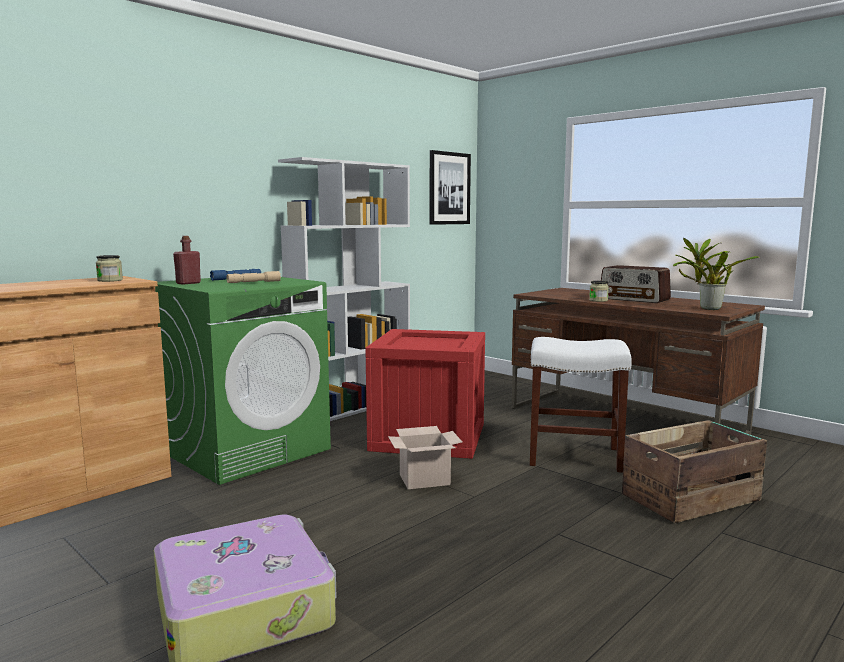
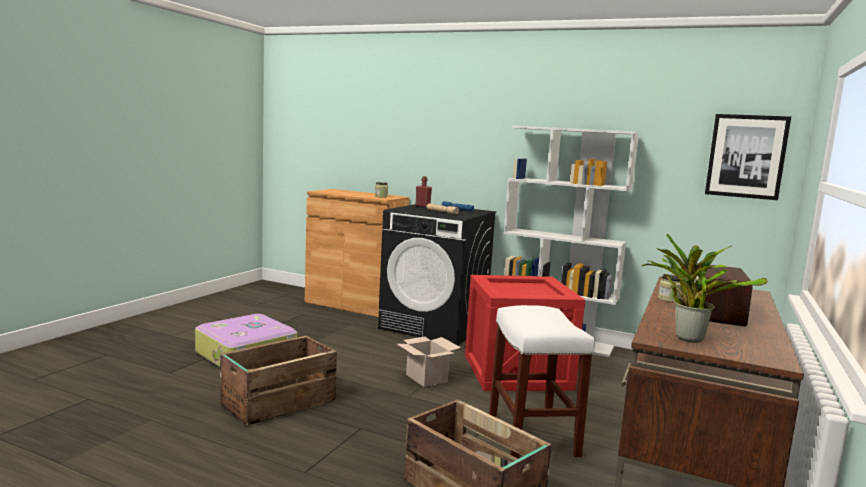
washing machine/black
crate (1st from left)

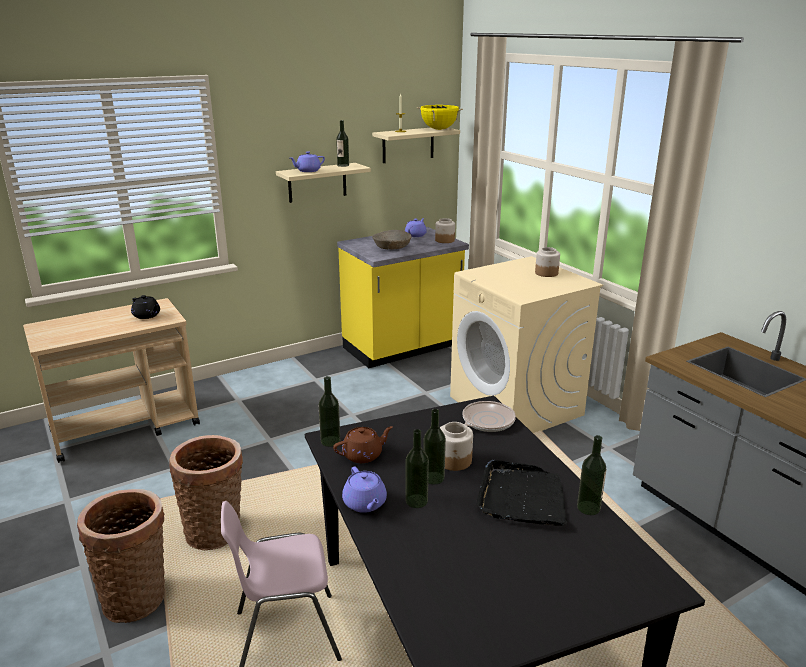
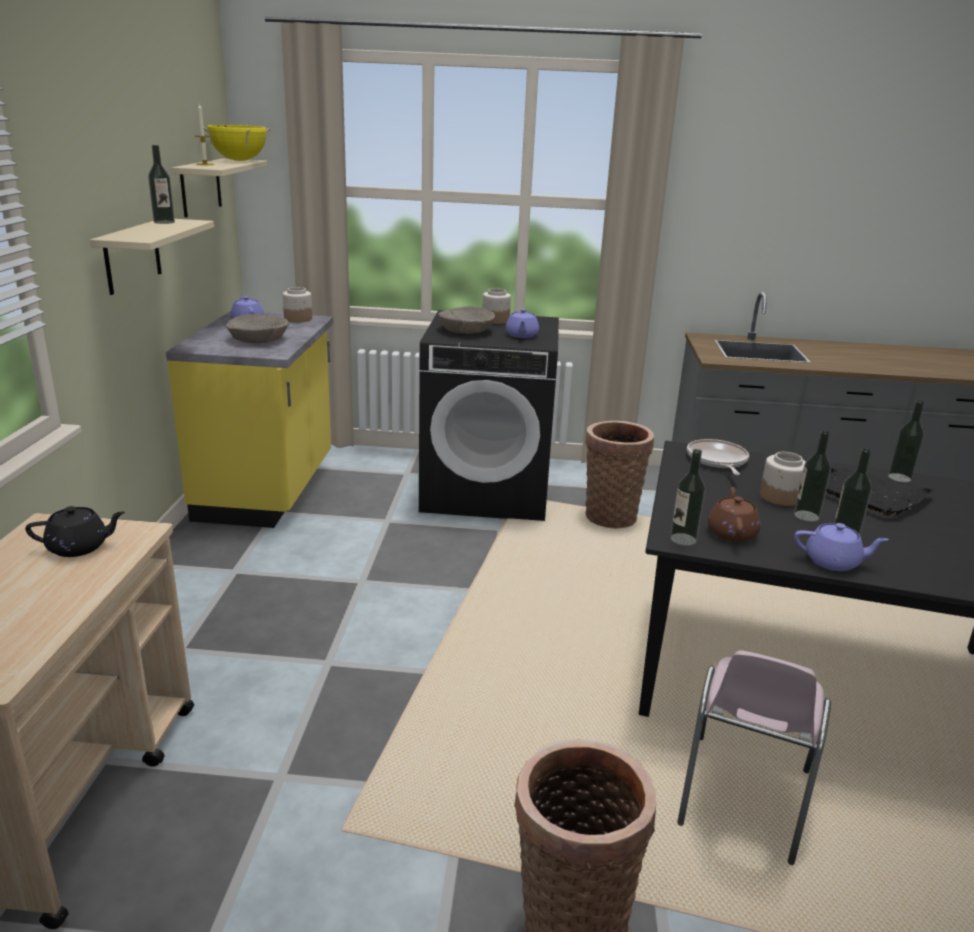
basket (2nd from left)
teapot/purple (2nd from left)
washing machine/black
bowl/beige (2nd from left)

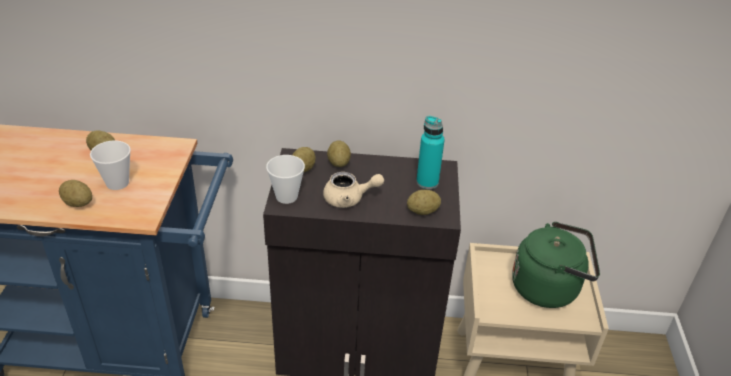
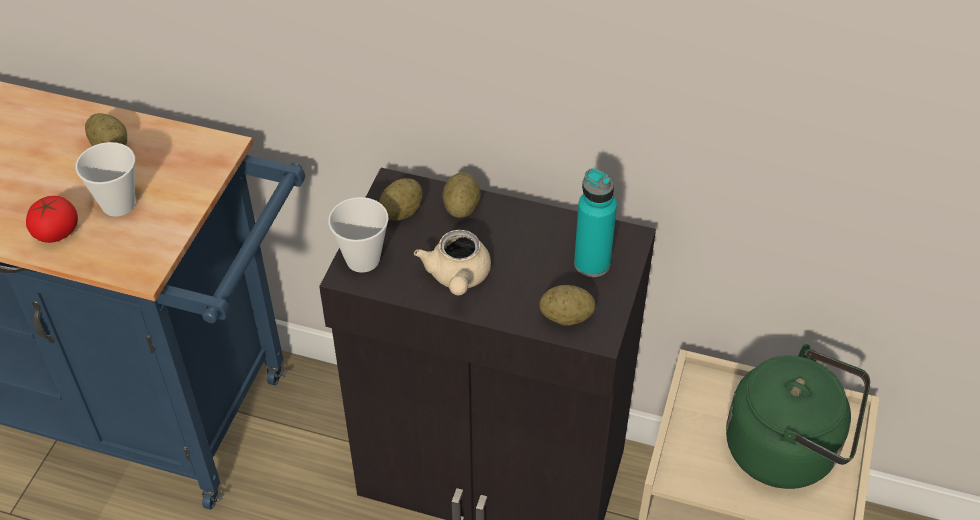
tomato
teapot/beige

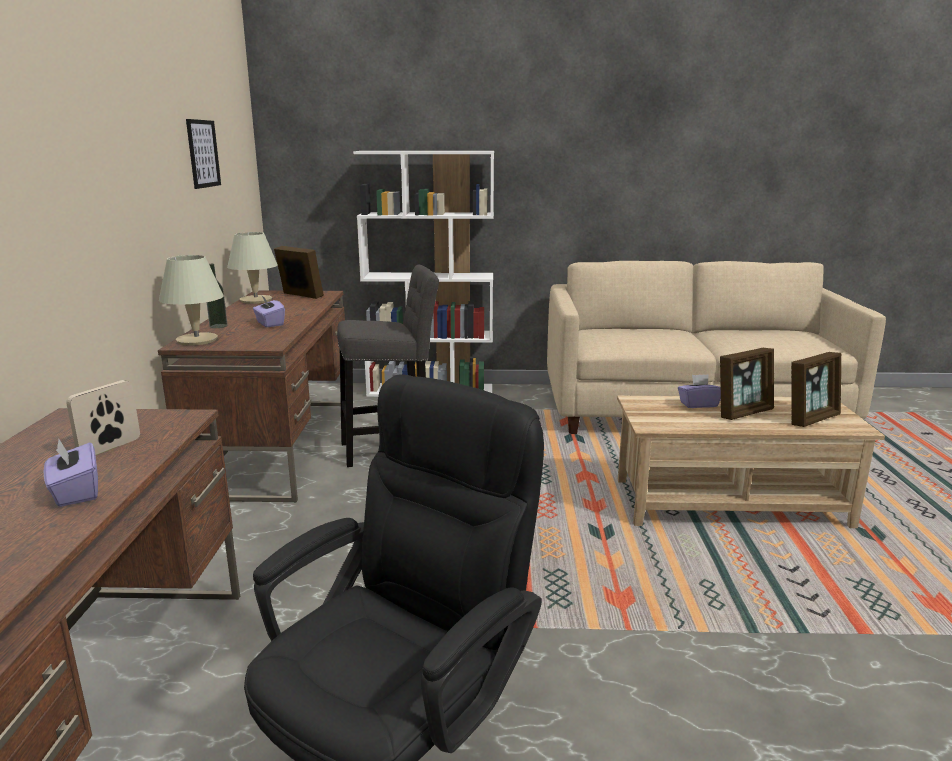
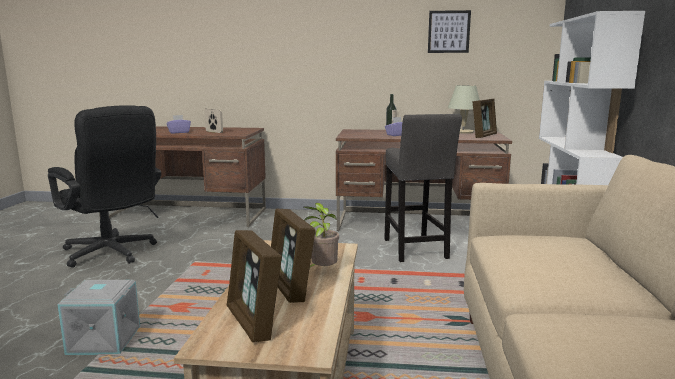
table lamp/beige (1st from left in the first image)
potted plant
storage box/grey

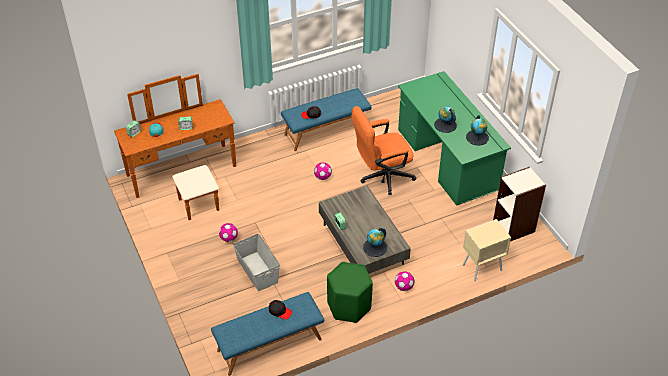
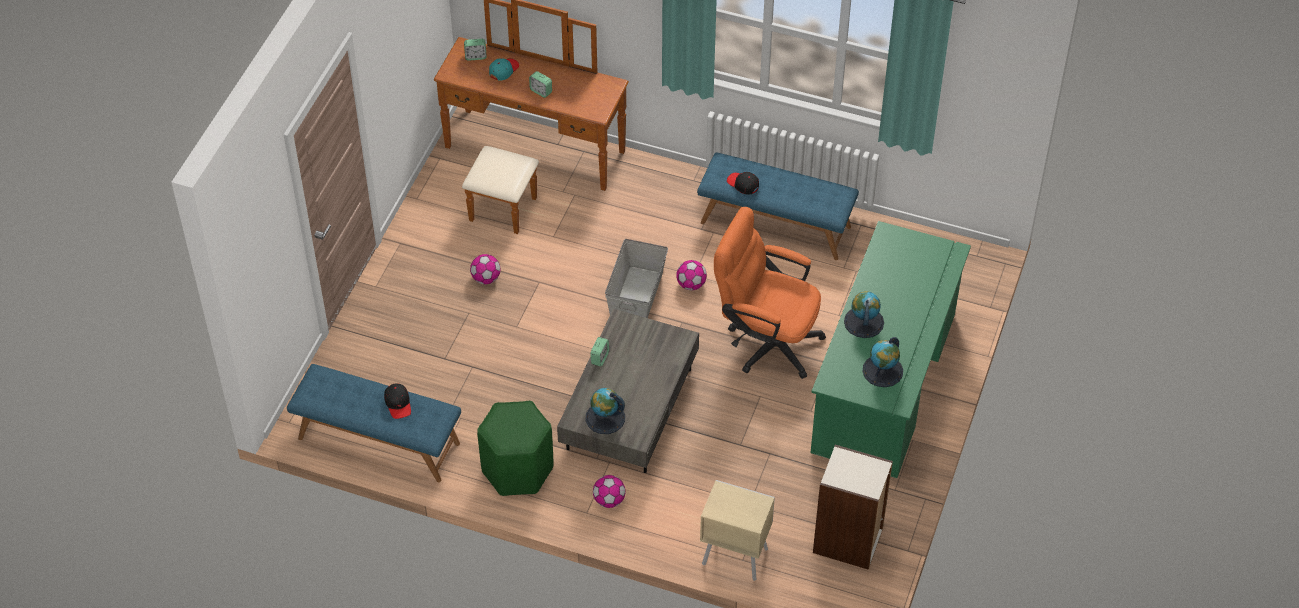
storage box/grey

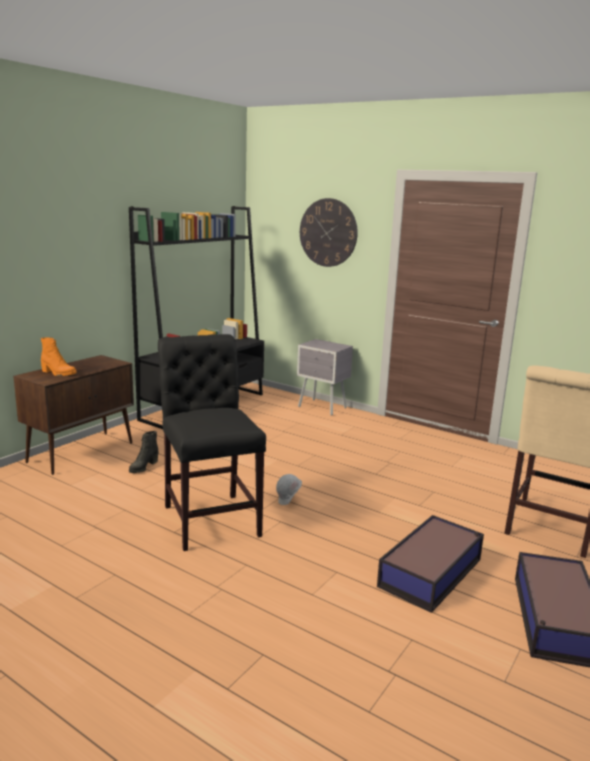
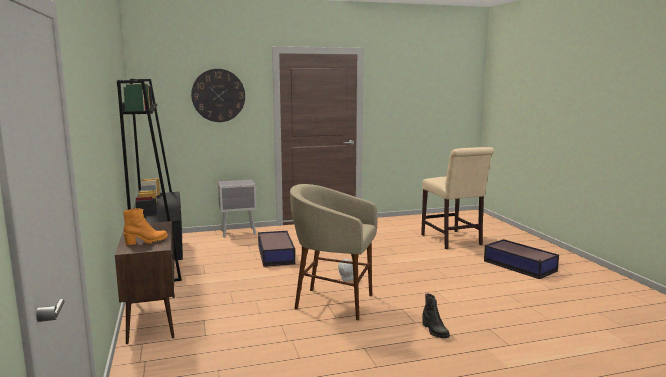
boot/black
stool/beige
storage box (1st from left)

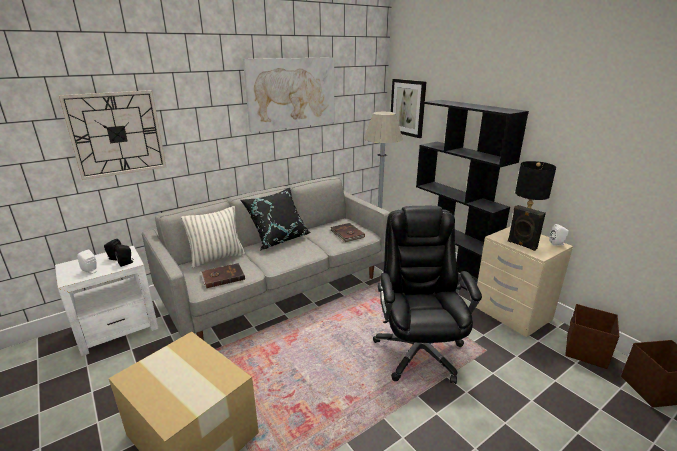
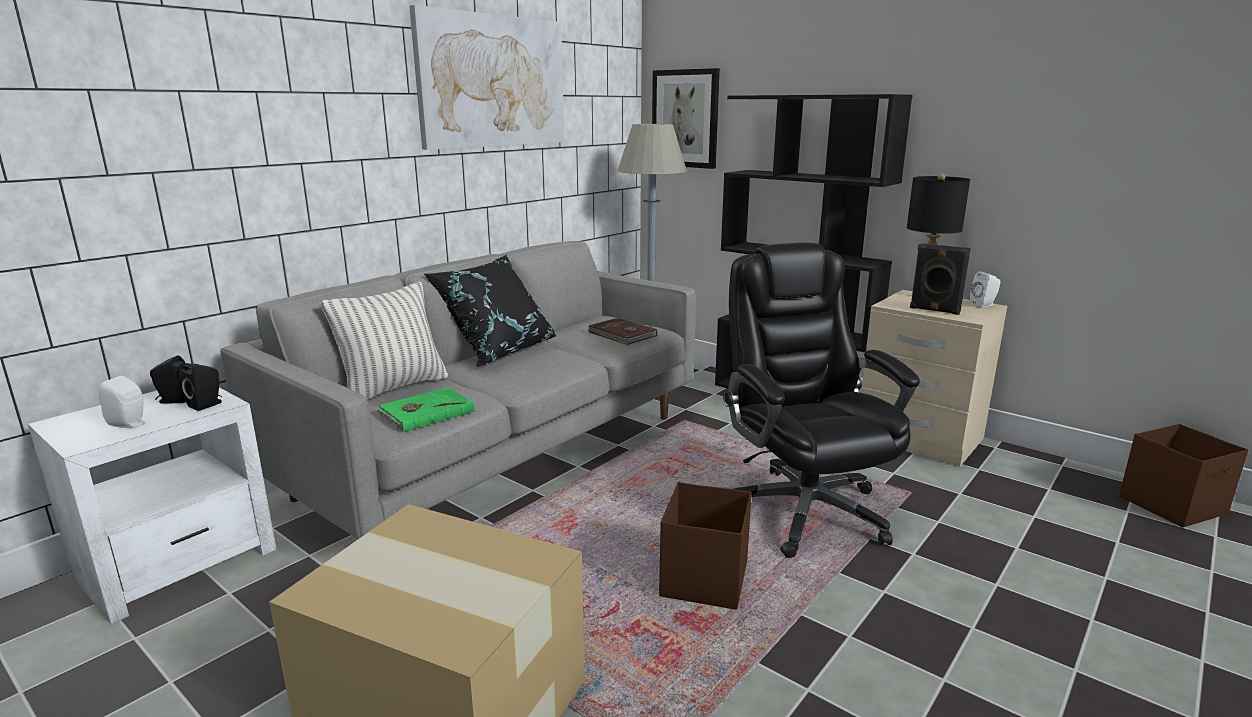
wall clock
book/green
storage box/brown (1st from left)

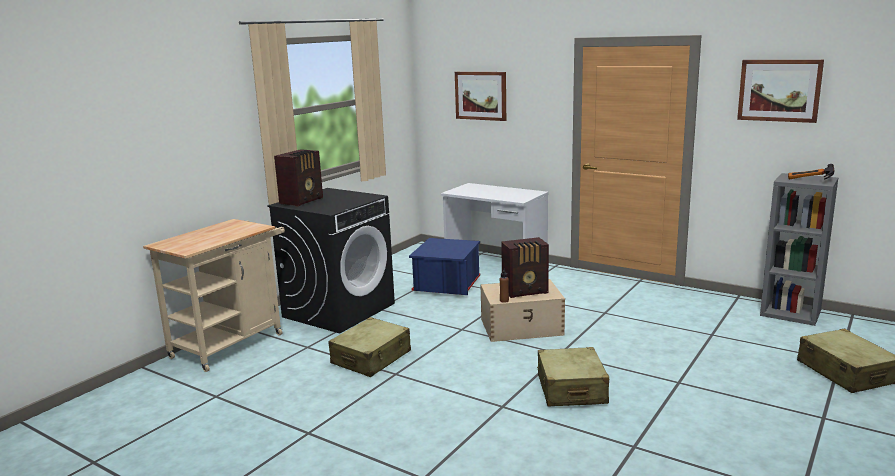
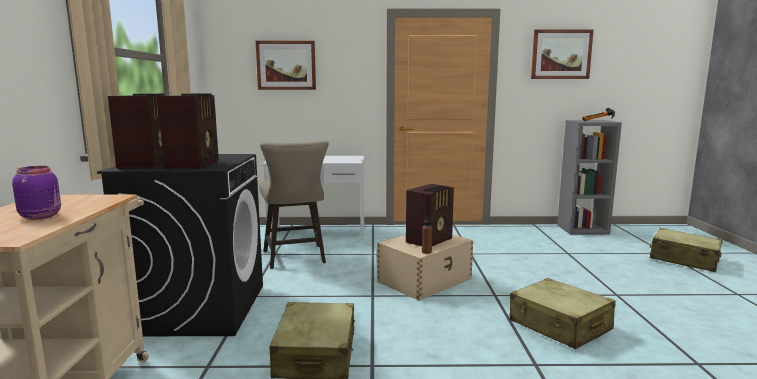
stool/beige
jar/purple
radio (2nd from left)

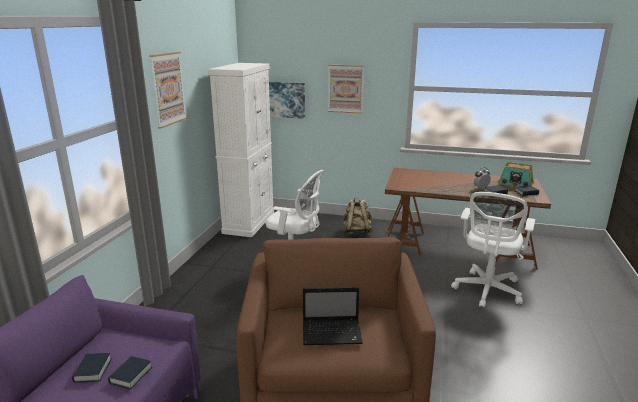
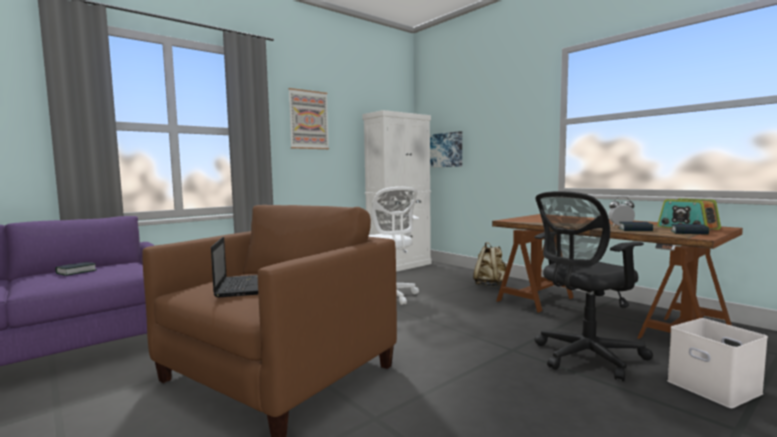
book (2nd from left in the first image)
laptop
picture (3rd from left in the first image)
office chair/black
storage box/white

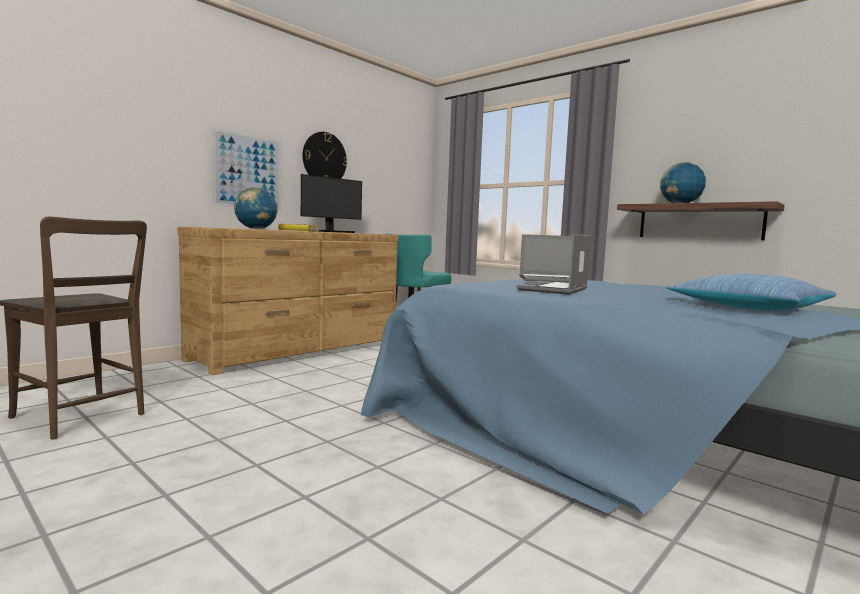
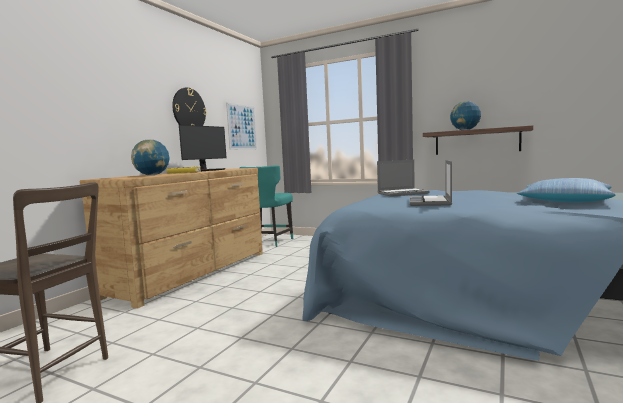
picture

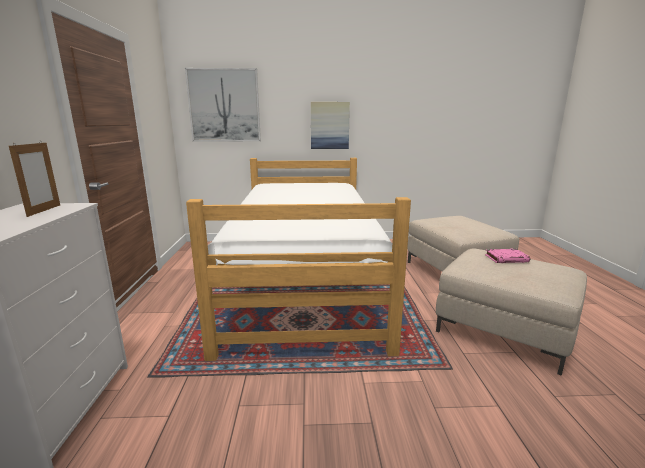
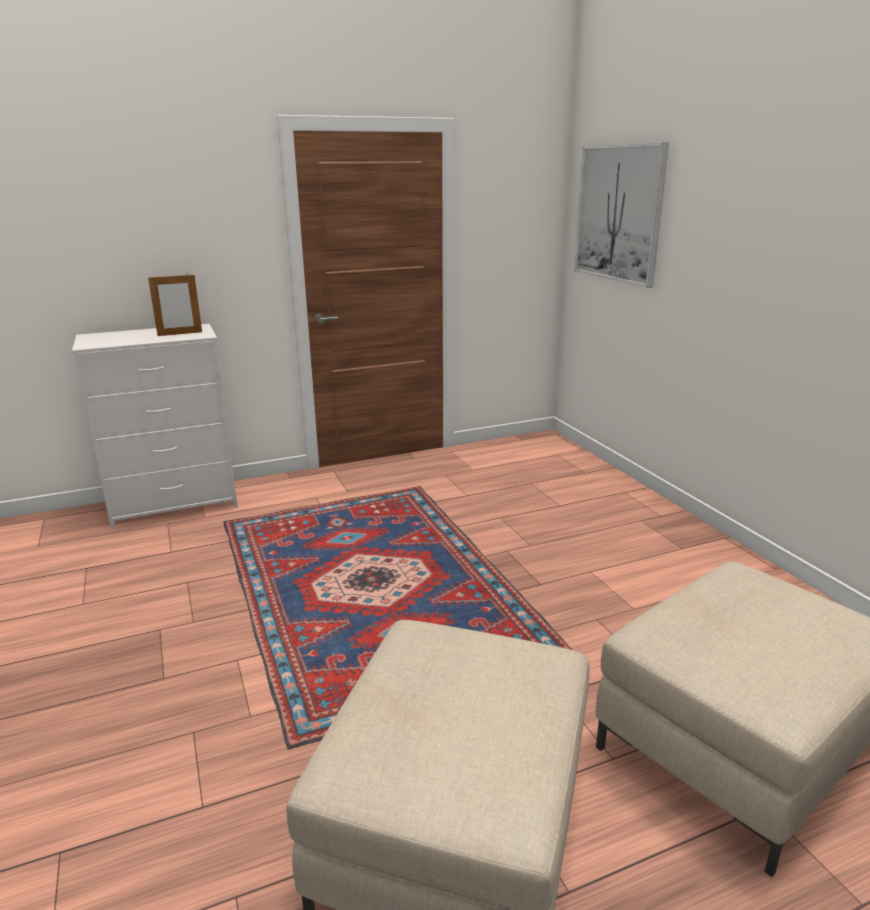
bed
picture (2nd from left in the first image)
book/pink

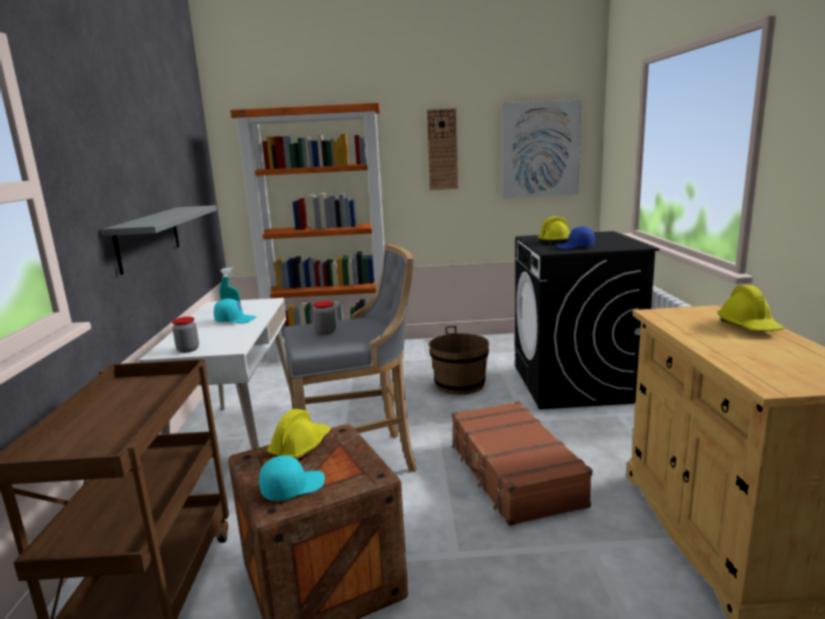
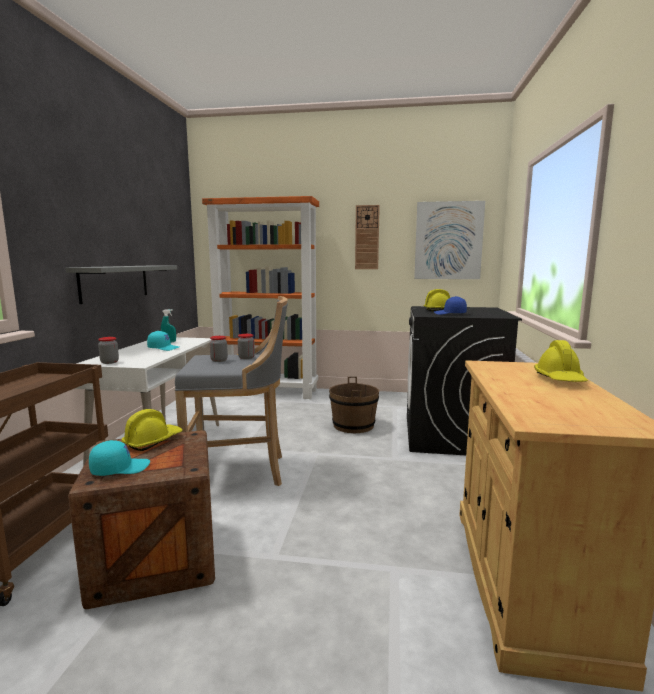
suitcase/brown
jar (3rd from left)

